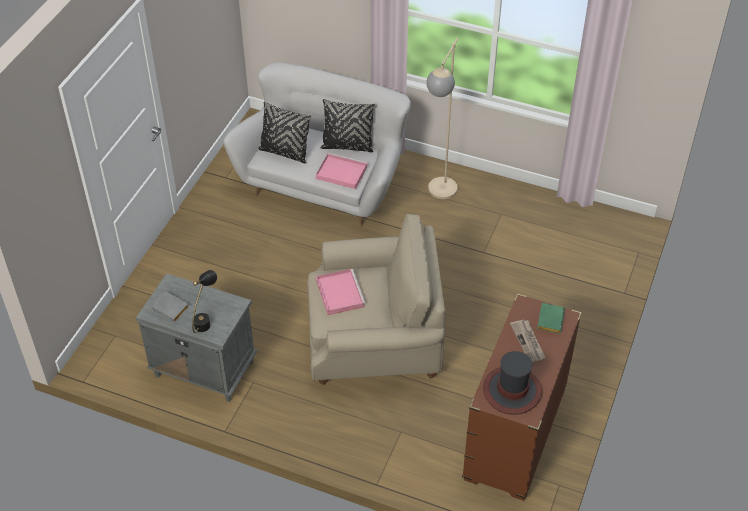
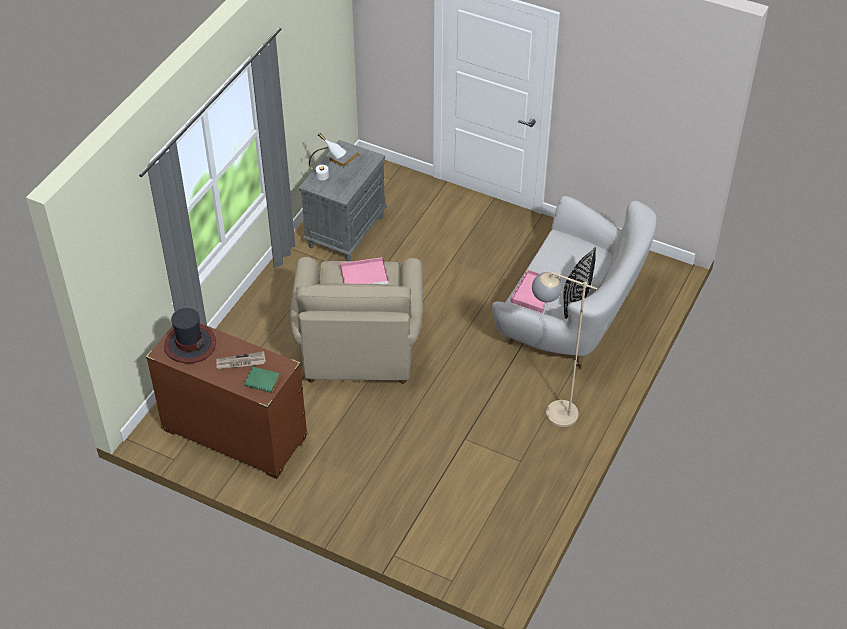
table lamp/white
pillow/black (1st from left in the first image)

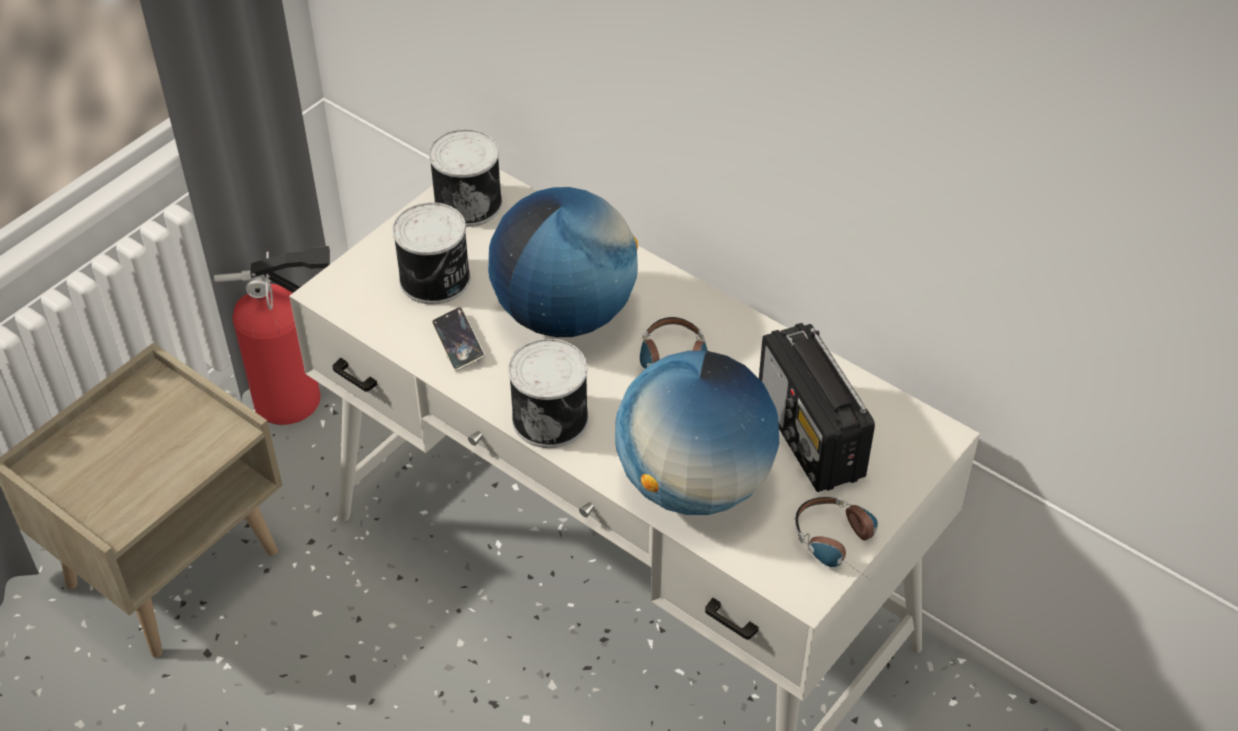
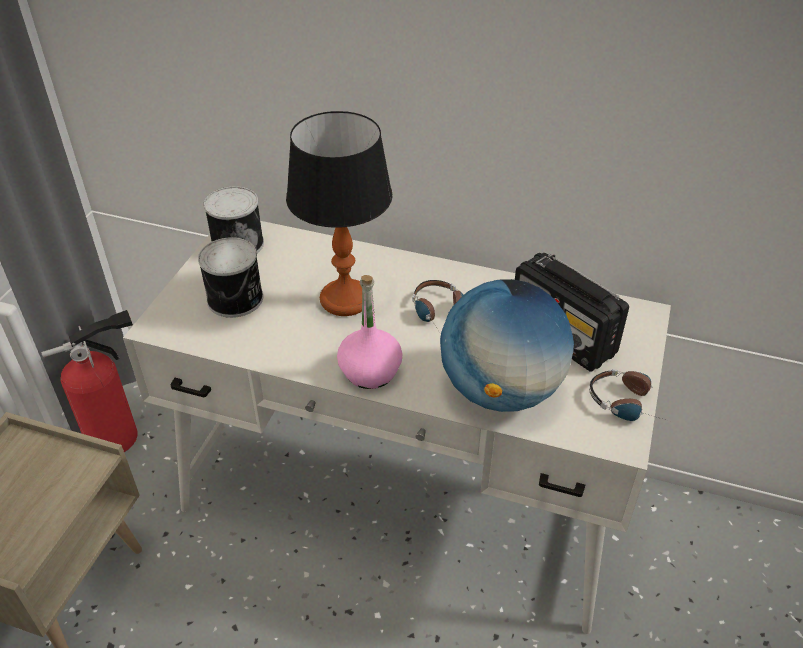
phone
table lamp
bottle/pink

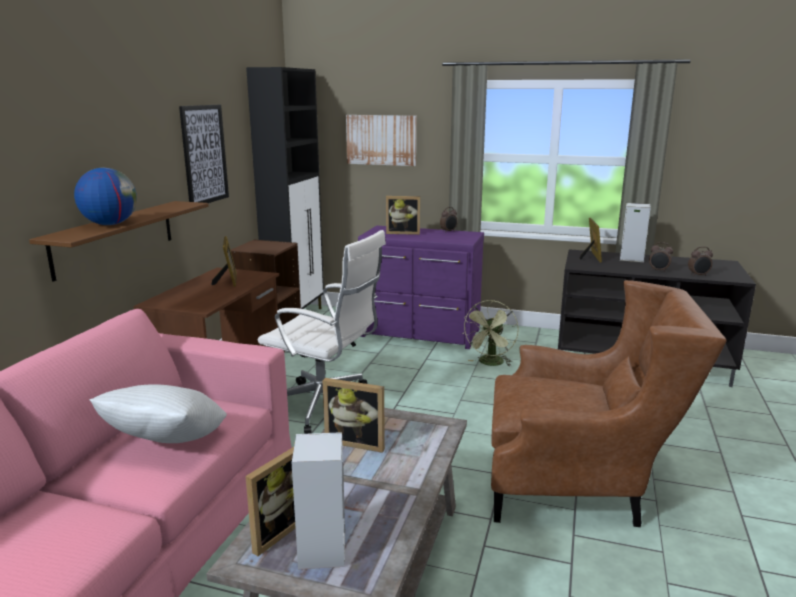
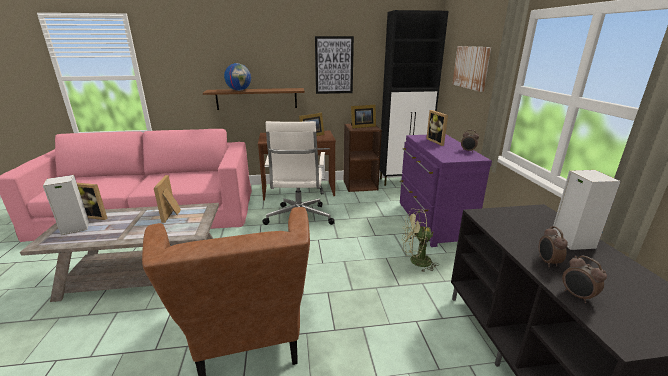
pillow/white
picture frame (4th from left)

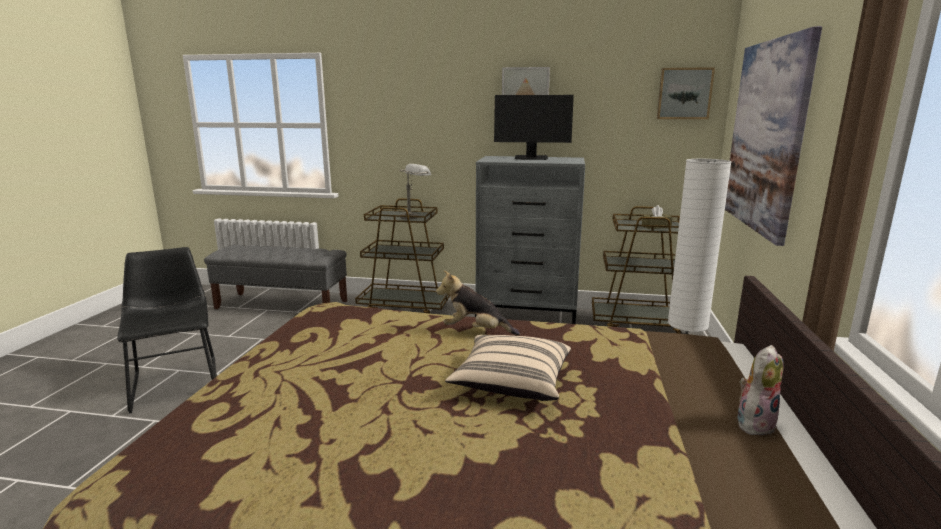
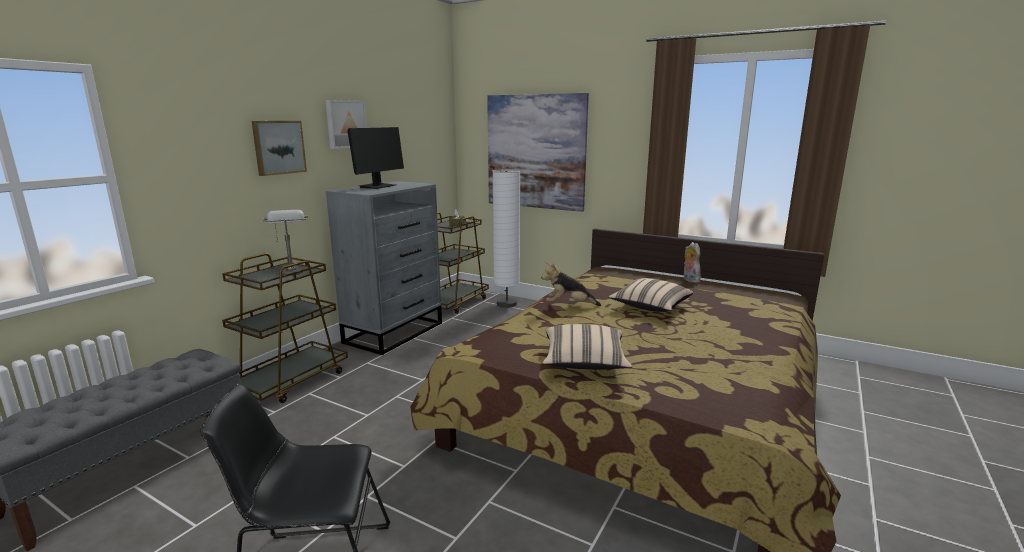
plush toy (1st from left)
picture (1st from left)
pillow/beige (1st from left)

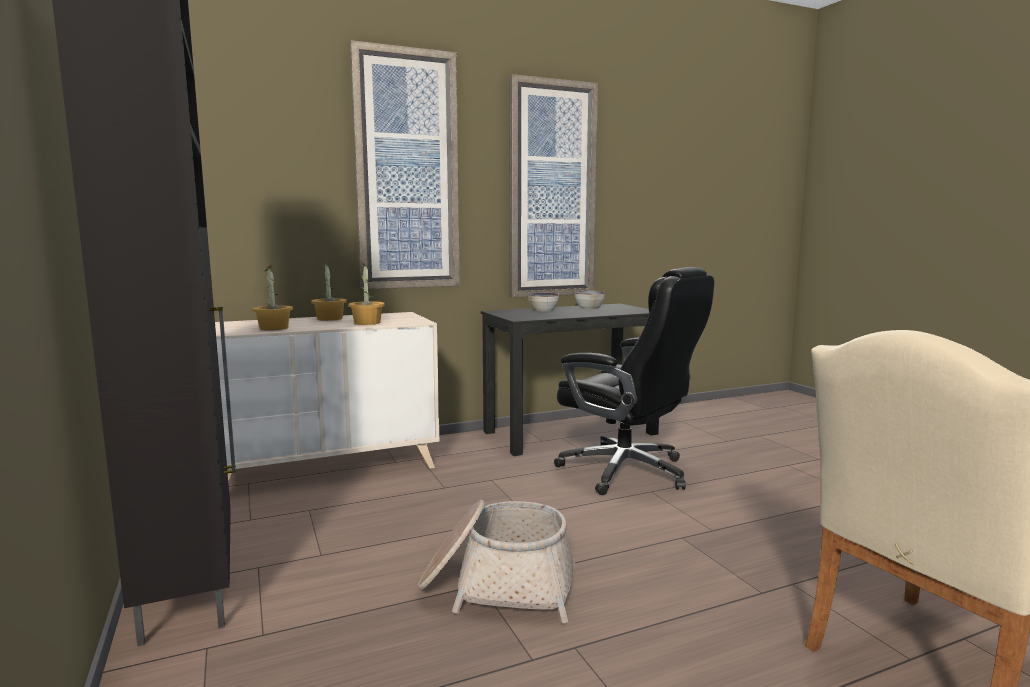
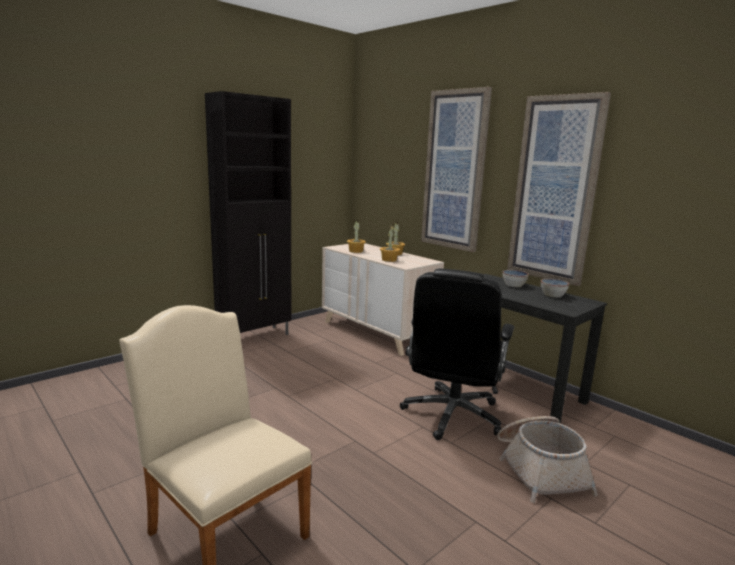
basket

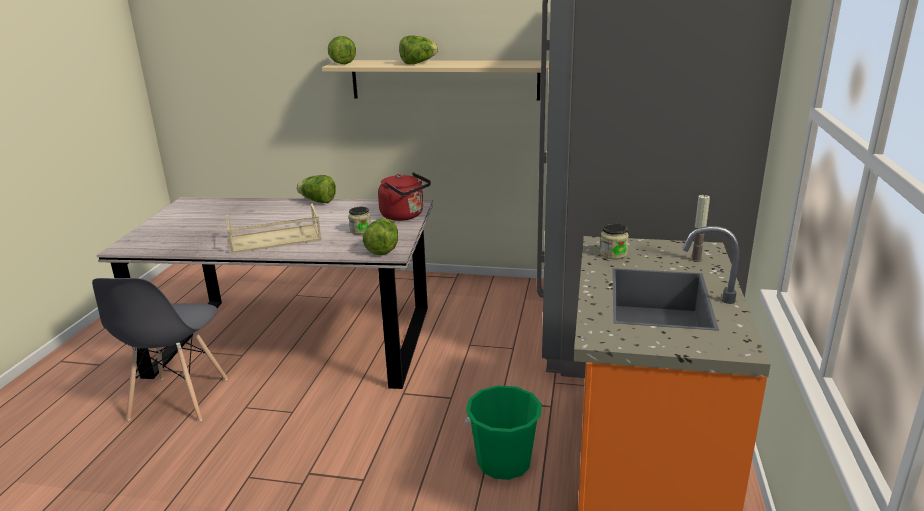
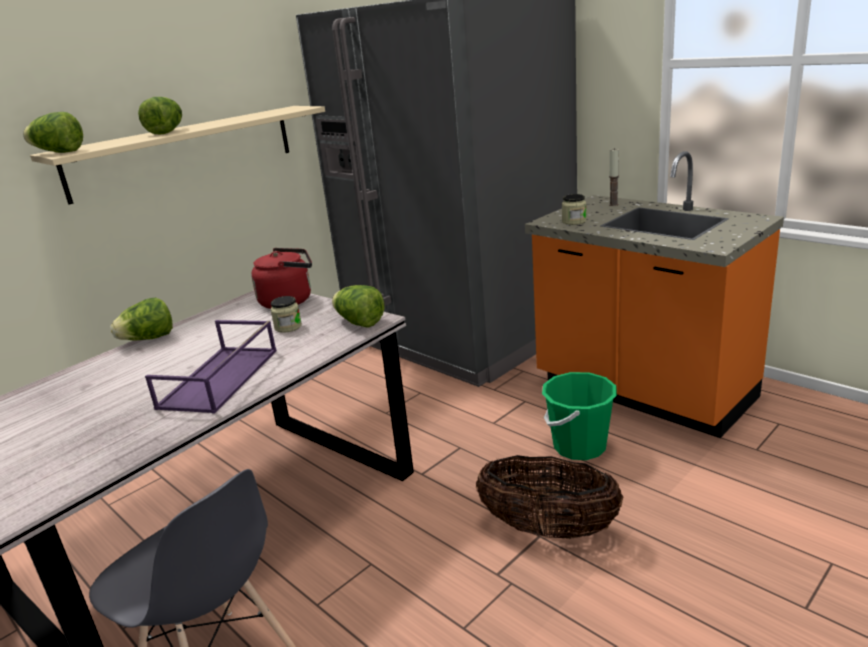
tray/purple
basket

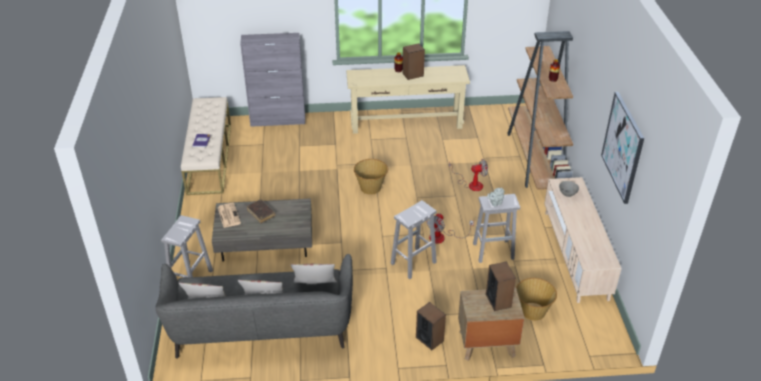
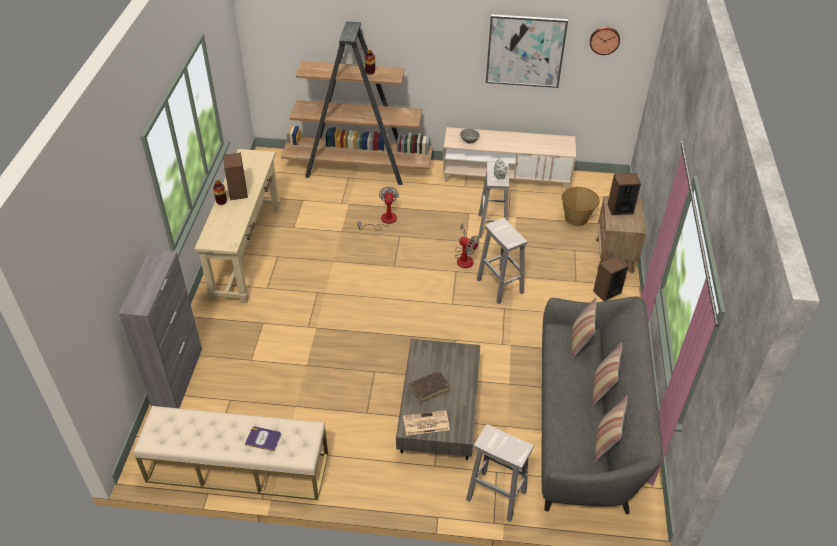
basket (1st from left in the first image)
wall clock

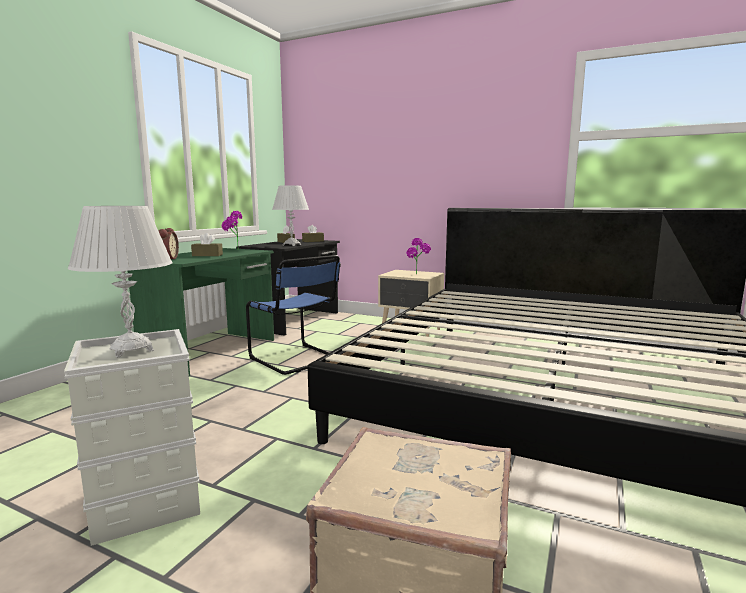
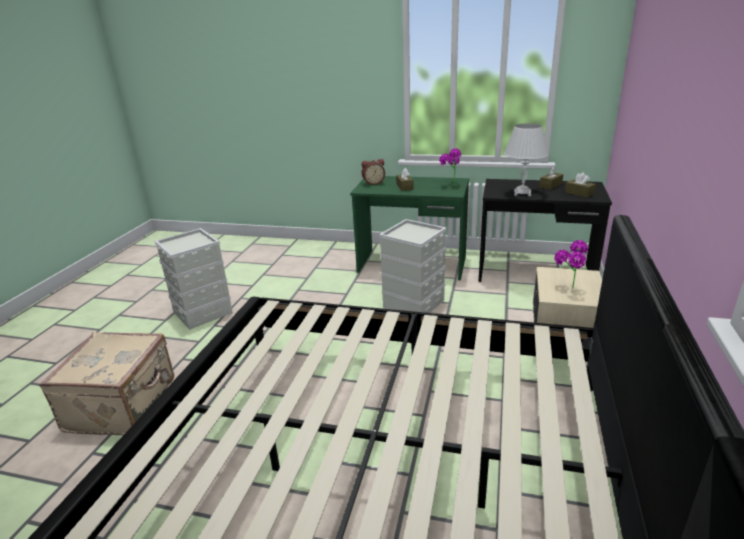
table lamp/white (1st from left in the first image)
storage box/grey (2nd from left)

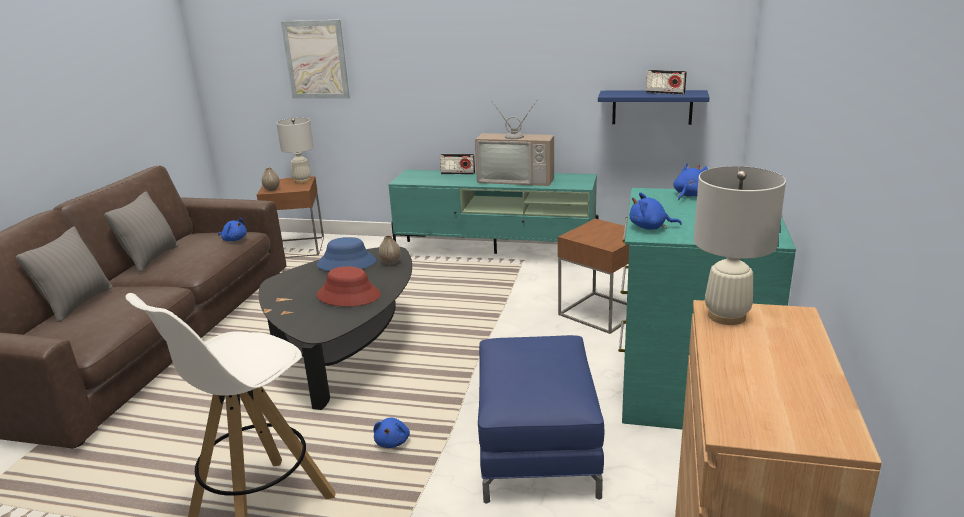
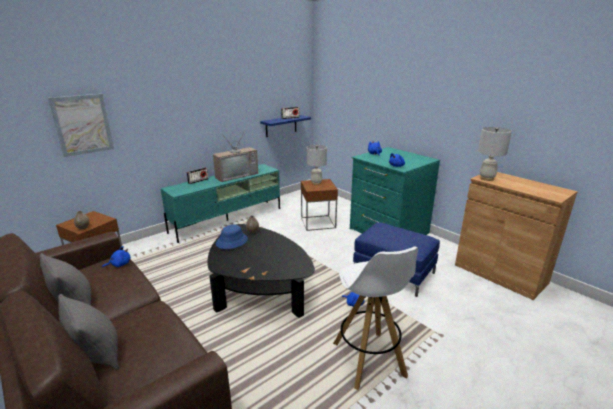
table lamp/white (1st from left)
hat/red

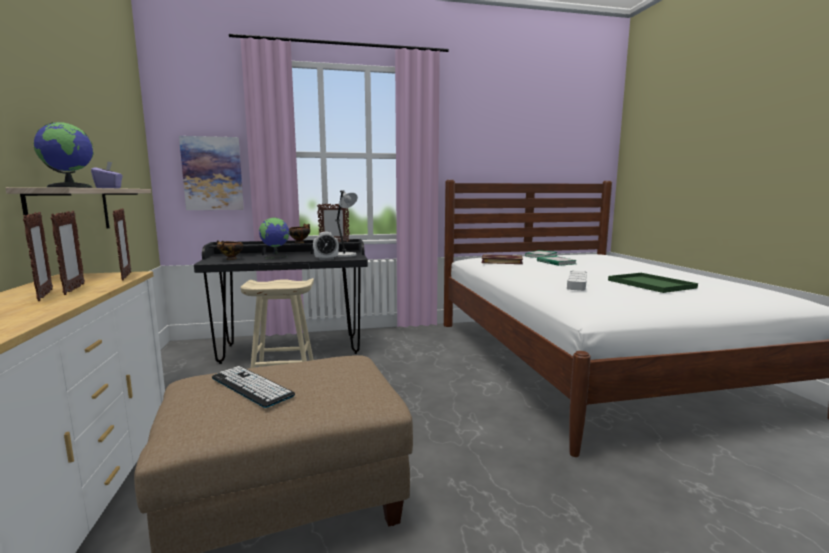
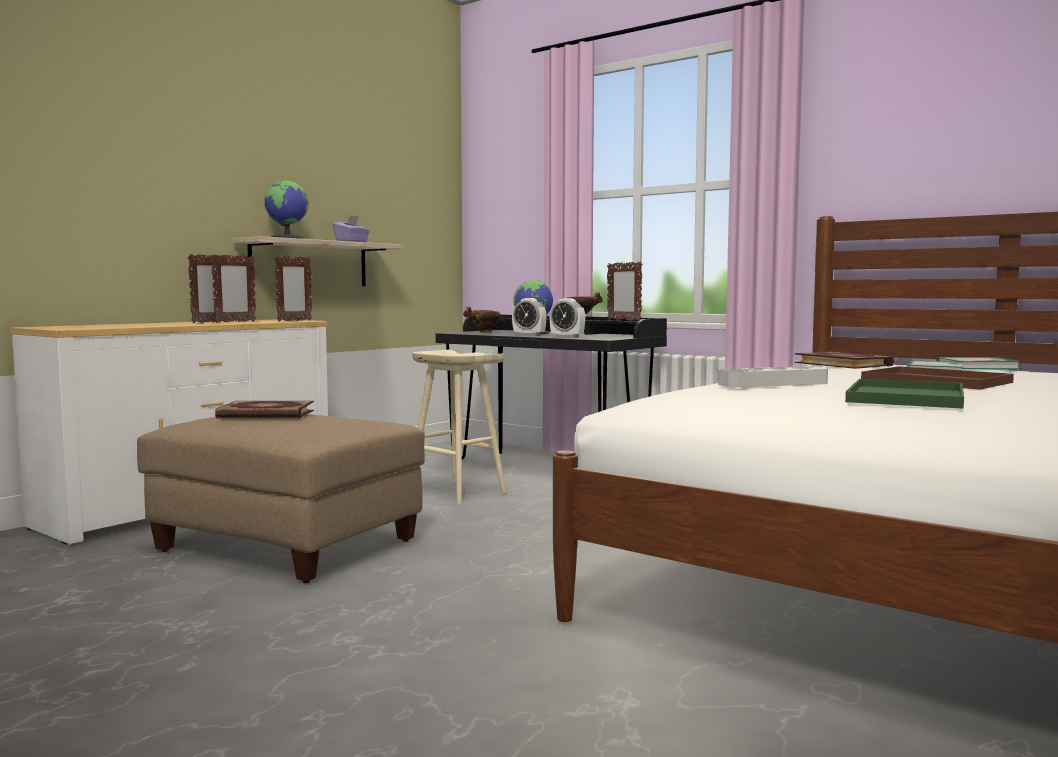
picture
book (1st from left)
table lamp/grey
alarm clock (1st from left)
tray/brown

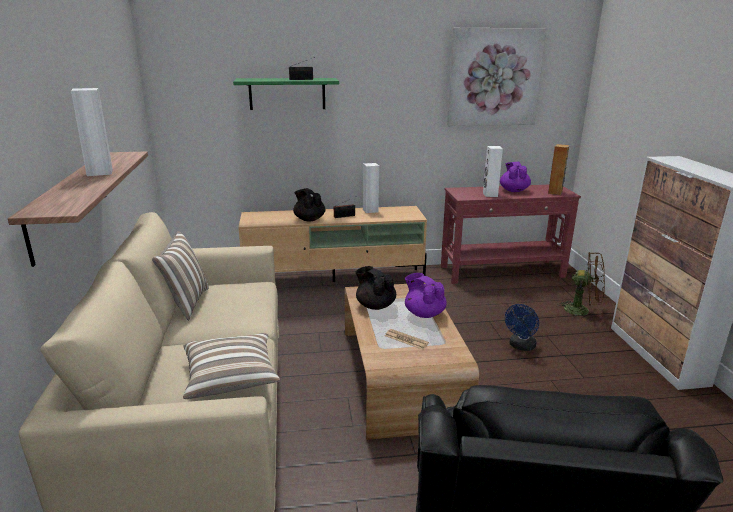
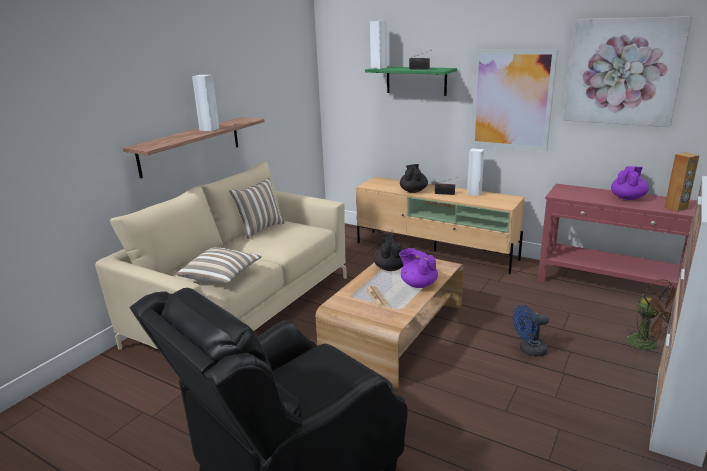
teapot/purple (1st from left)
speaker/white (2nd from left)
picture (1st from left)

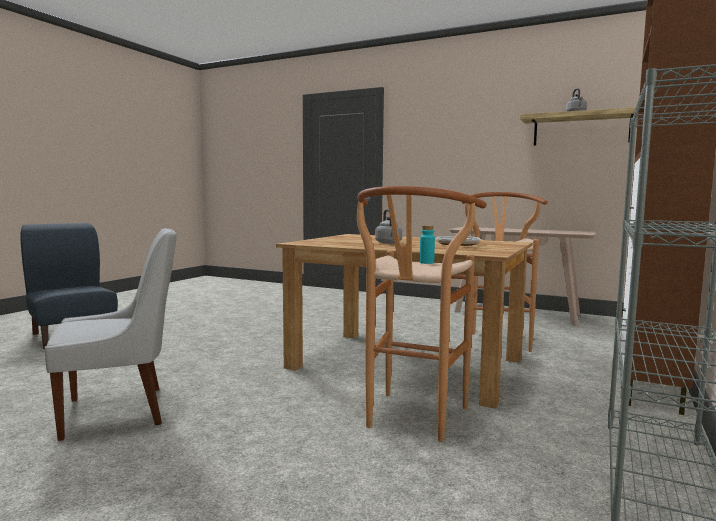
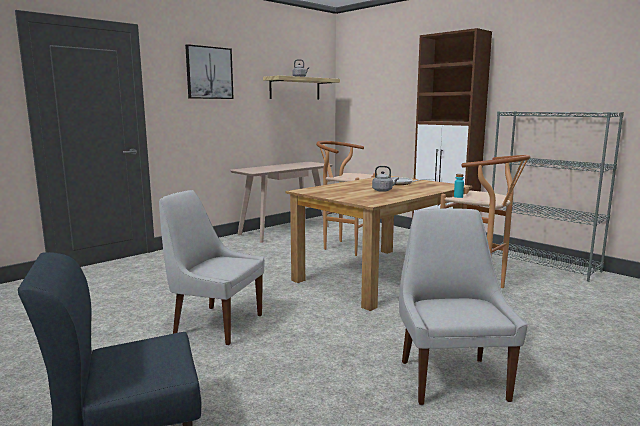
chair/white (1st from left)
picture

